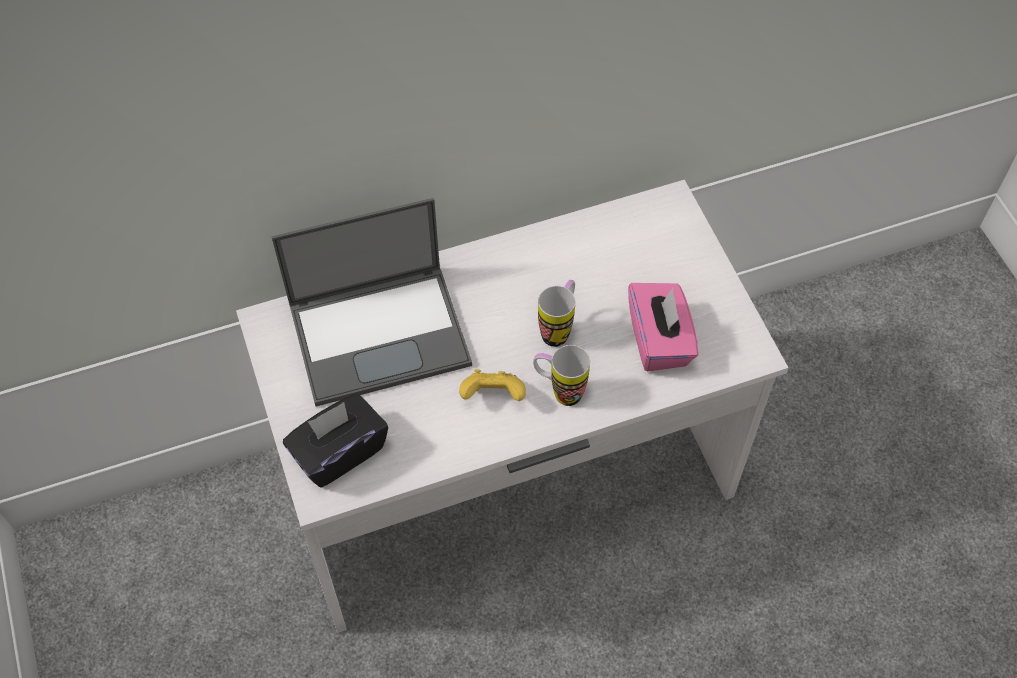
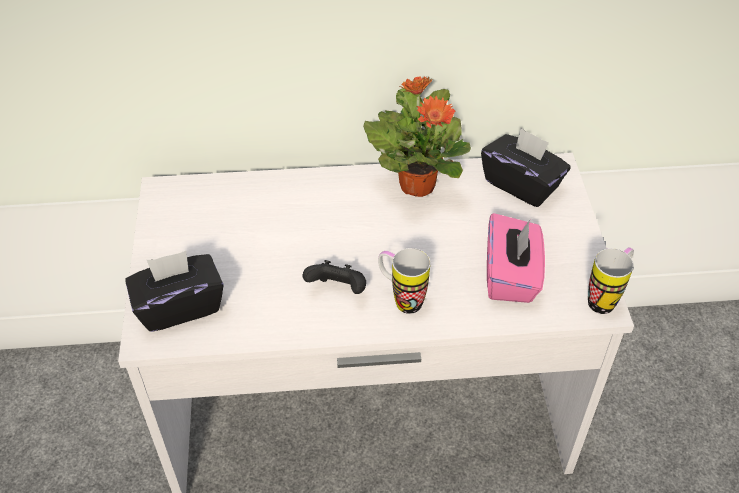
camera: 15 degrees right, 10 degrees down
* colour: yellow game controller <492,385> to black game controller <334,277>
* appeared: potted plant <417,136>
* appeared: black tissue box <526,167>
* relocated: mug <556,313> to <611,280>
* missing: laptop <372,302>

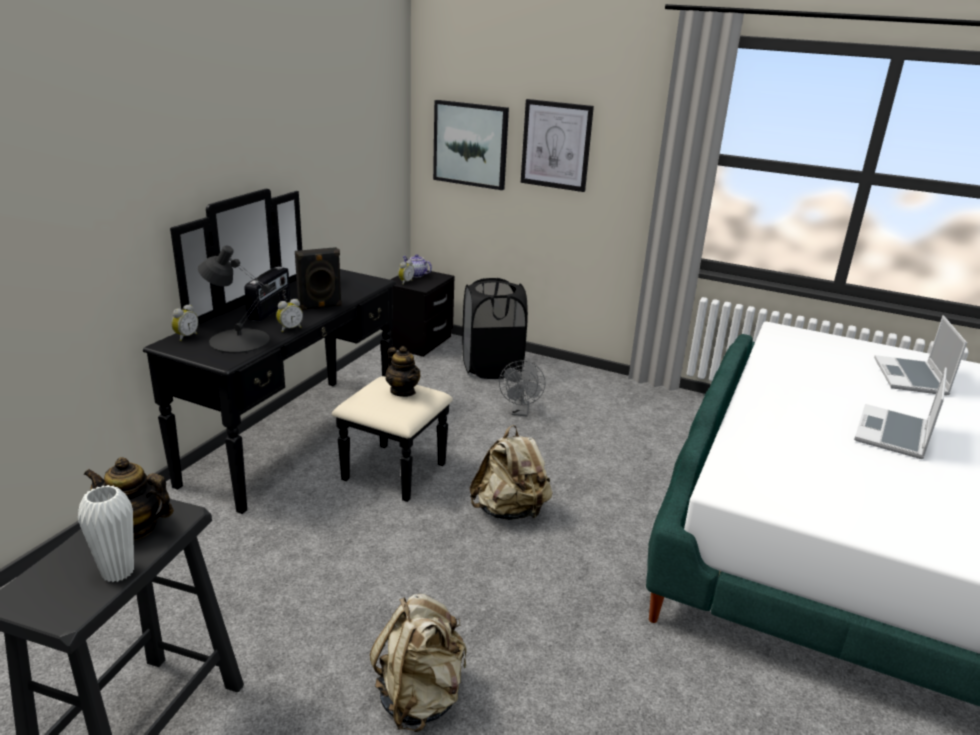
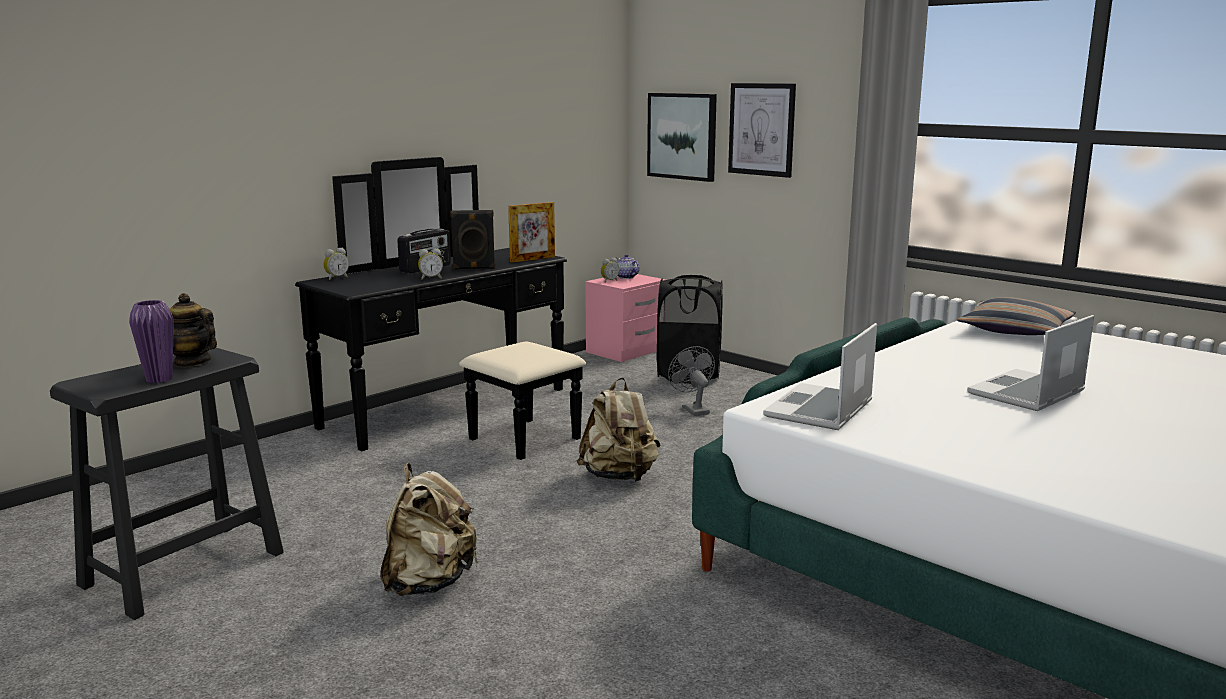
camera: 20 degrees right, 10 degrees down
* colour: white vase <106,534> to purple vase <151,341>
* appeared: picture frame <531,232>
* colour: black nightstand <422,313> to pink nightstand <625,318>
* spun: grey fan <522,388> = <691,381> 135 degrees clockwise
* relocated: laptop <920,355> to <820,376>
* appeared: pillow <1016,316>
* missing: black table lamp <234,299>
* missing: teapot <402,371>

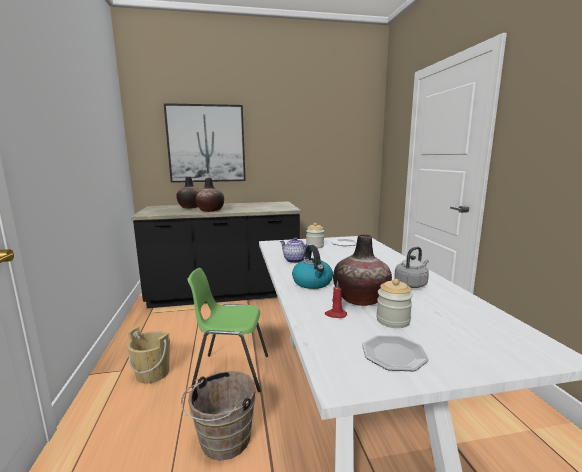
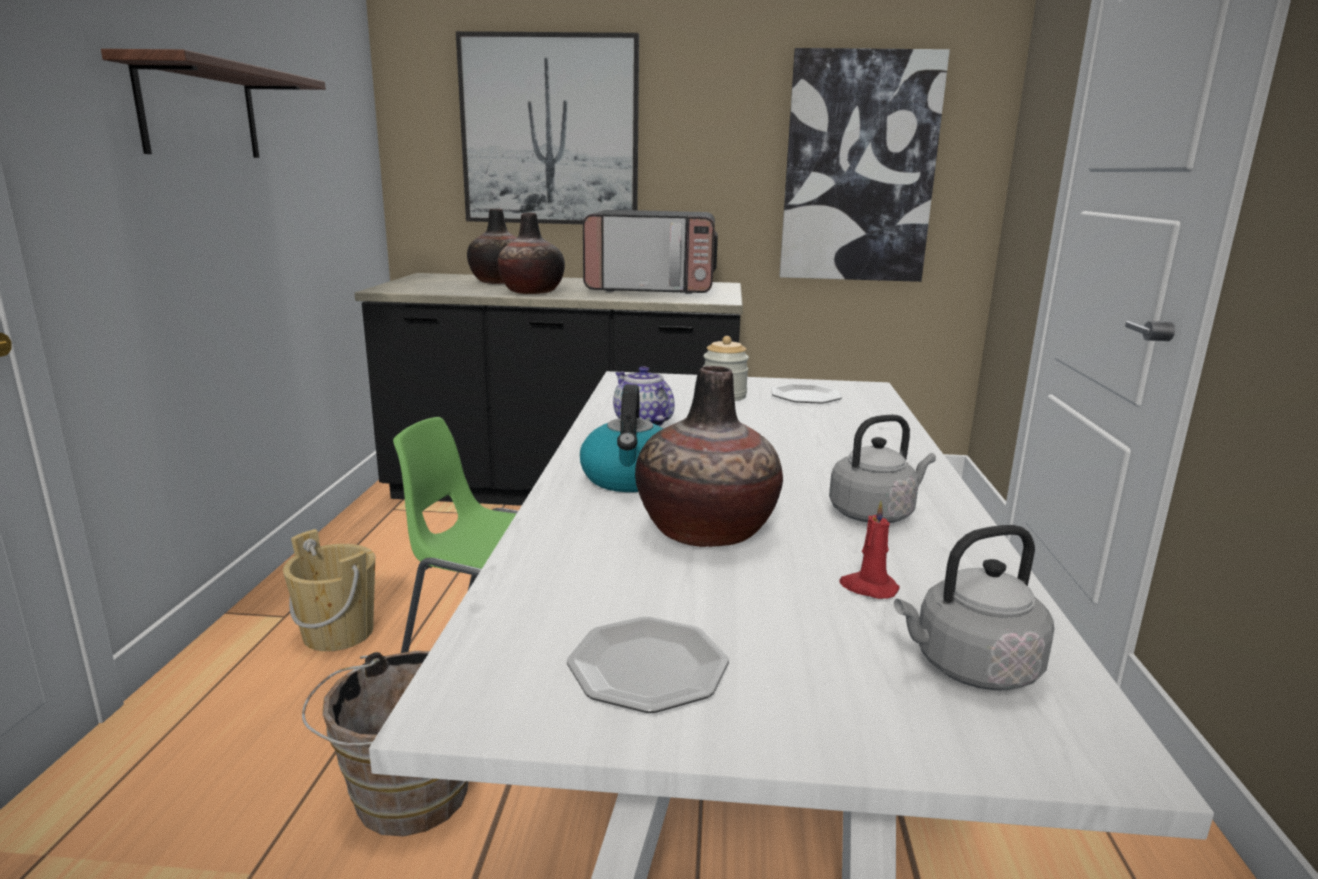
camera: 15 degrees right, 5 degrees up
* appeared: shelf <213,103>
* appeared: microwave <650,252>
* appeared: picture <864,165>
* relocated: red candle <336,299> to <869,549>
* appeared: grey kettle <974,607>
* missing: jar <394,303>

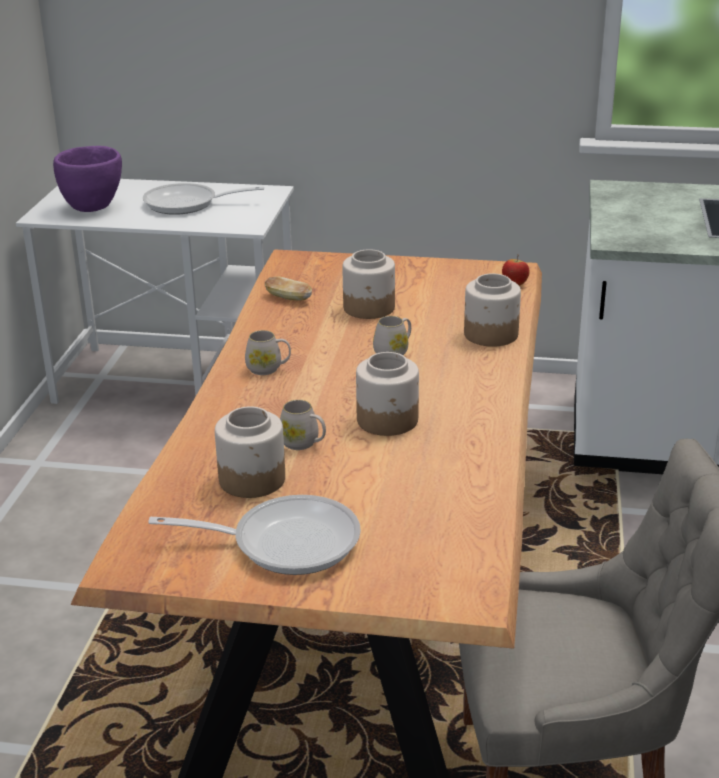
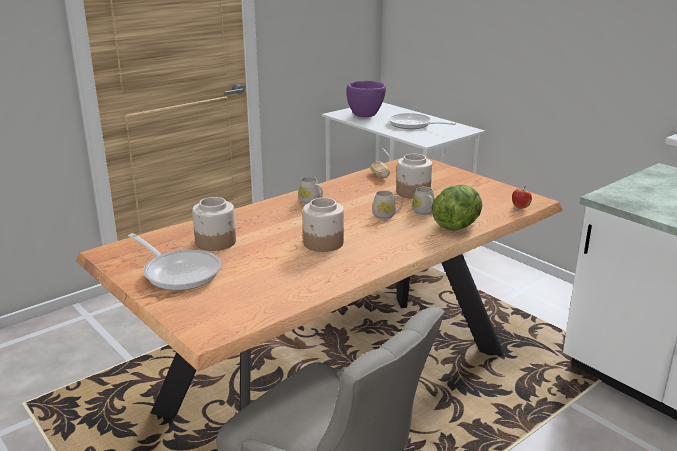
camera: 40 degrees right, 5 degrees down
* relocated: white mug <303,425> to <423,201>
* exchanged: jar <492,310> to lettuce <457,207>

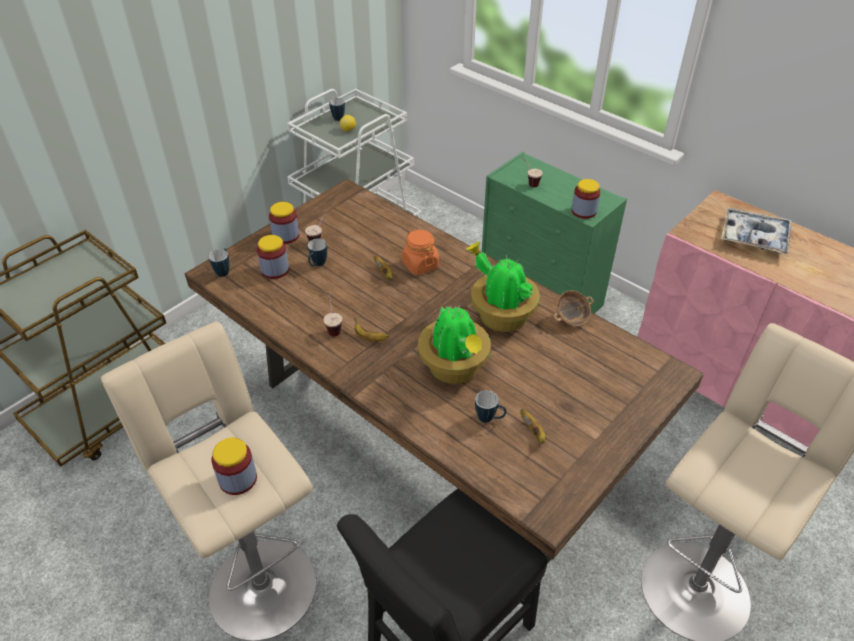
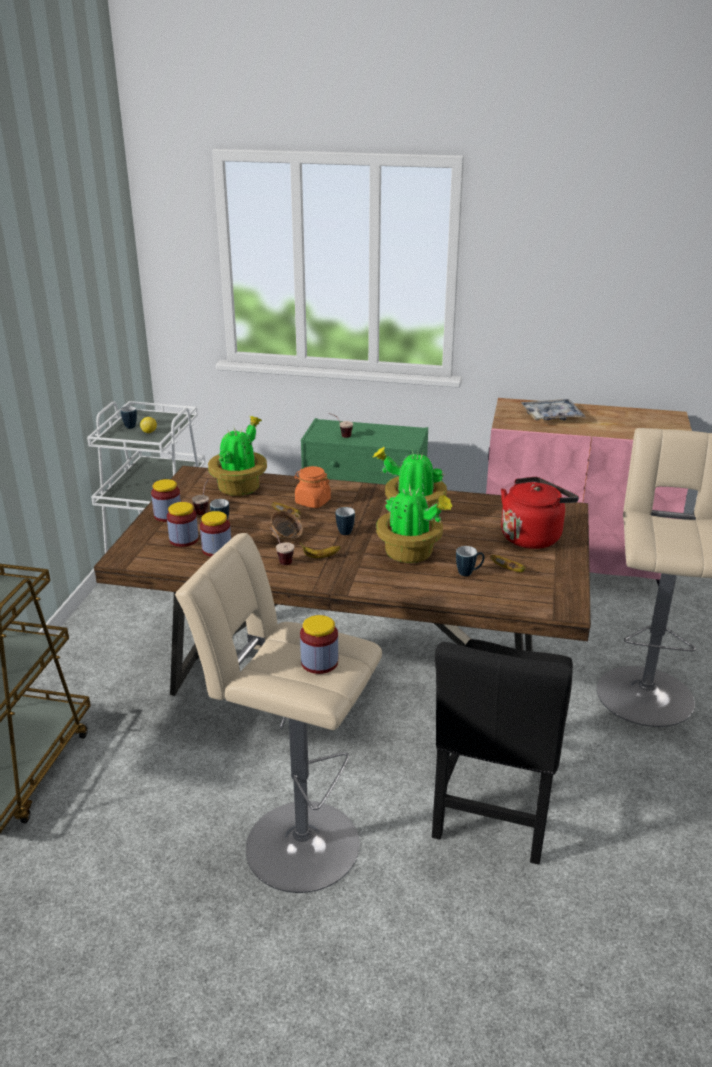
camera: 30 degrees left, 15 degrees down
* relocated: jar <586,199> to <215,534>
* appeared: potted plant <237,456>
* relocated: bowl <573,308> to <287,525>
* relocated: mug <218,262> to <345,521>
* appeared: red kettle <540,513>

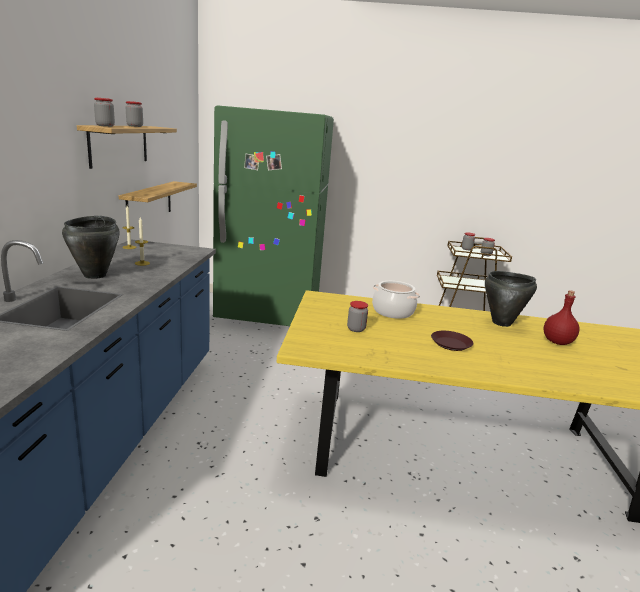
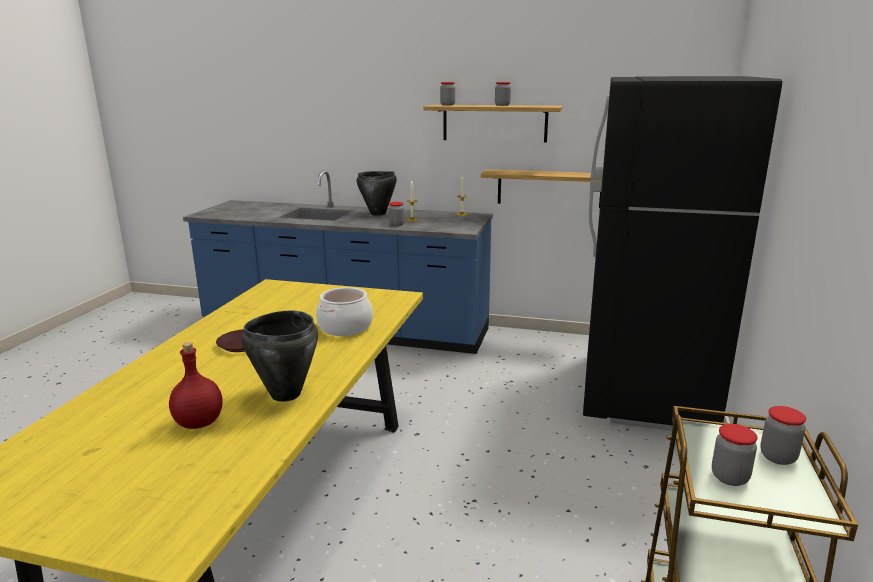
camera: 100 degrees right, 0 degrees up
* relocated: jar <357,316> to <396,214>
* colour: green fridge <273,215> to black fridge <682,253>

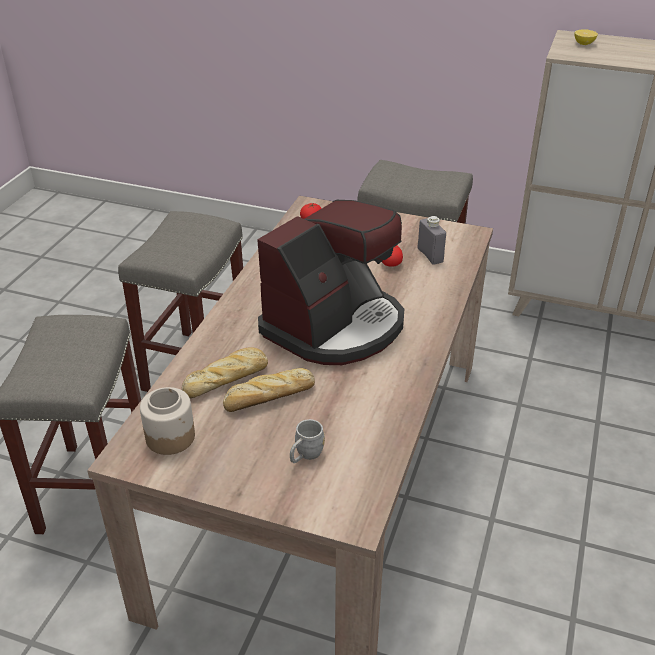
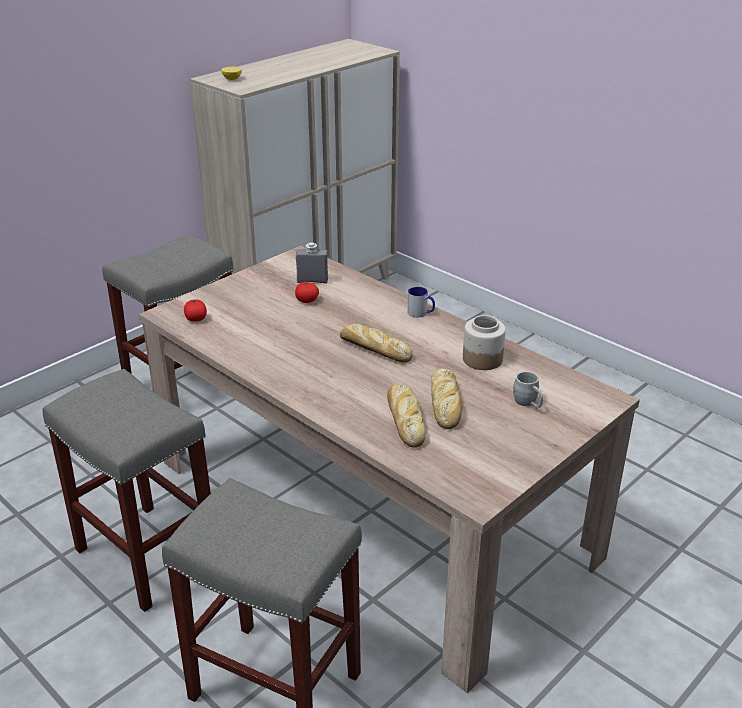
camera: 65 degrees left, 5 degrees down
* exchanged: coffee machine <330,282> to bread <376,343>
* appeared: mug <421,302>
* relocated: jar <167,421> to <484,342>

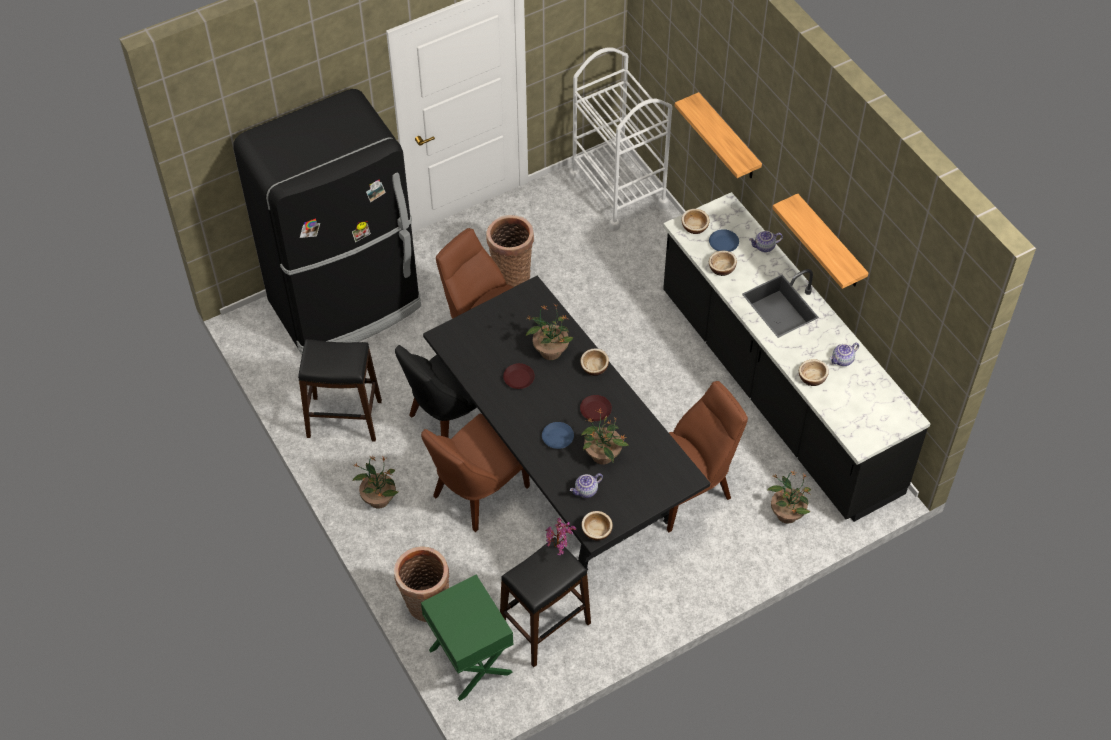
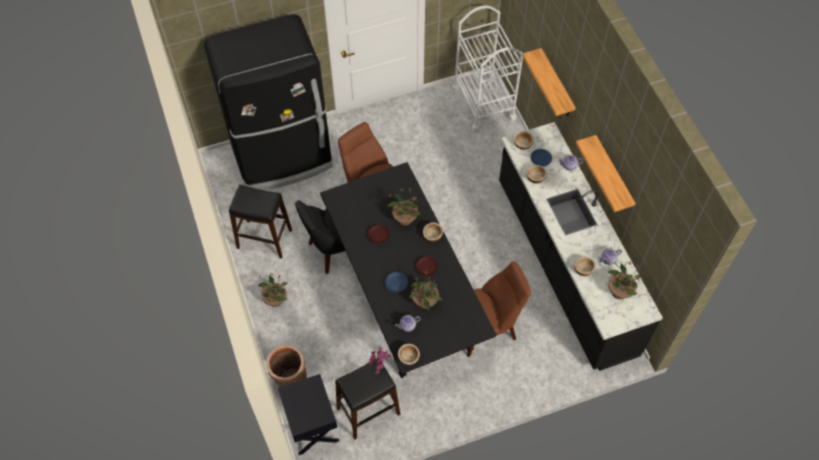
camera: 10 degrees right, 5 degrees up
* colour: green nightstand <467,638> to black nightstand <308,414>
* relocated: potted plant <789,497> to <624,280>
* missing: brown chair <475,473>
* missing: basket <510,251>

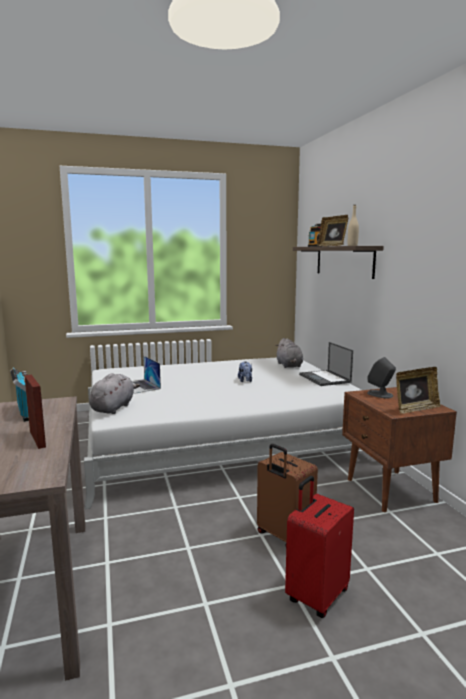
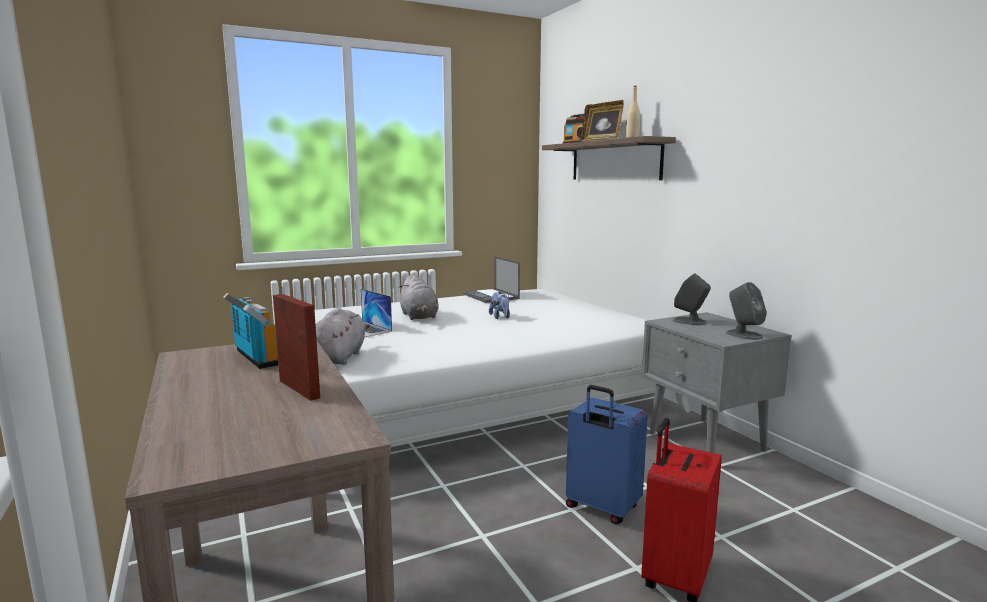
camera: 10 degrees left, 0 degrees up
* relocated: grey plush toy <289,353> to <419,297>
* relocated: laptop <326,364> to <491,280>
* colour: brown suitcase <287,495> to blue suitcase <607,454>
* colour: brown nightstand <399,449> to grey nightstand <717,382>
* exchanged: picture frame <418,390> to grey speaker <746,311>

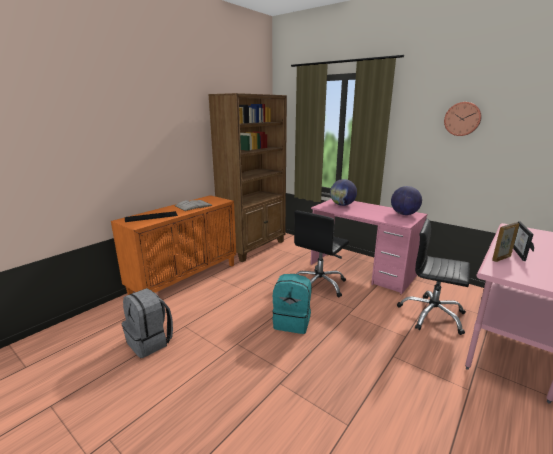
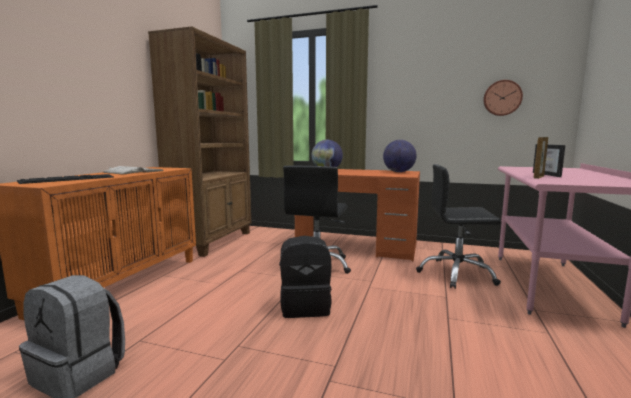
camera: 20 degrees left, 10 degrees down
* colour: turquoise backpack <292,304> to black backpack <306,277>
* colour: pink desk <369,247> to orange desk <357,215>
* relocated: wall clock <463,119> to <503,98>

